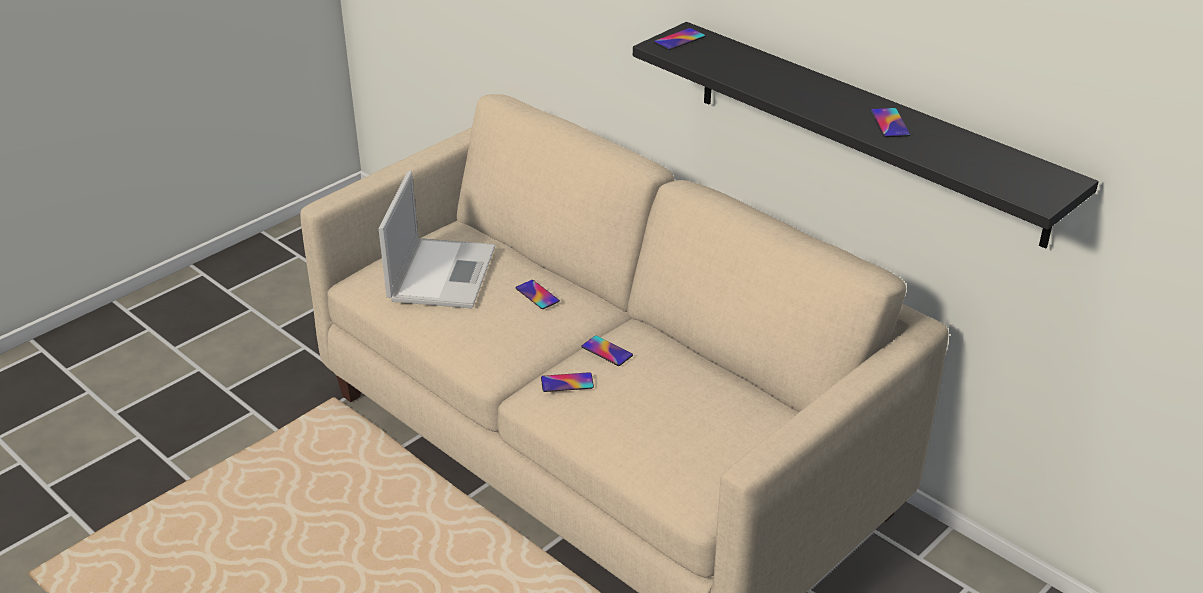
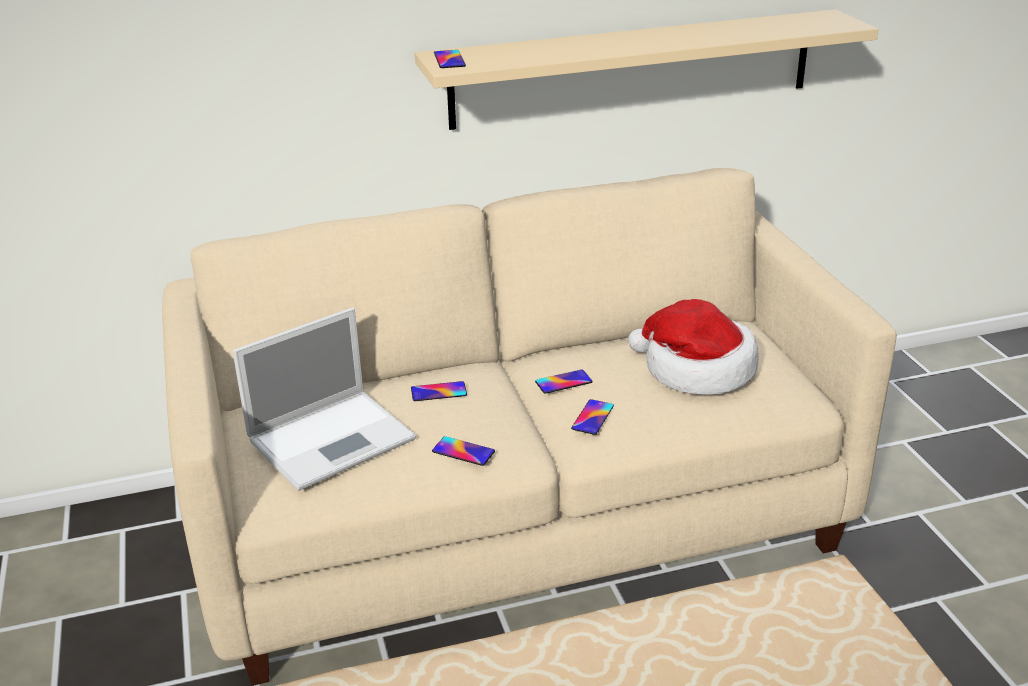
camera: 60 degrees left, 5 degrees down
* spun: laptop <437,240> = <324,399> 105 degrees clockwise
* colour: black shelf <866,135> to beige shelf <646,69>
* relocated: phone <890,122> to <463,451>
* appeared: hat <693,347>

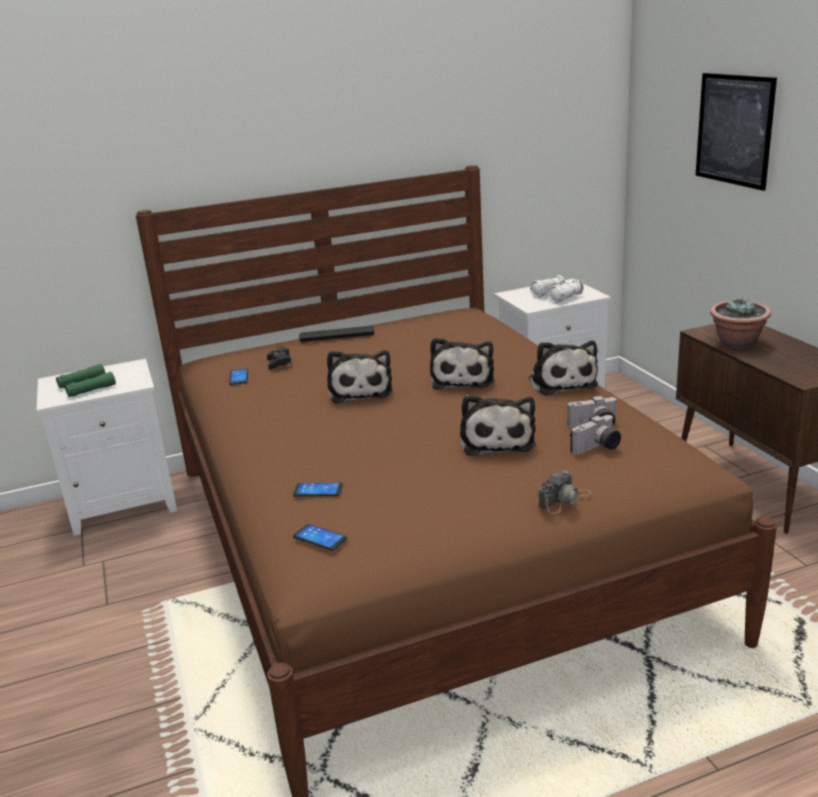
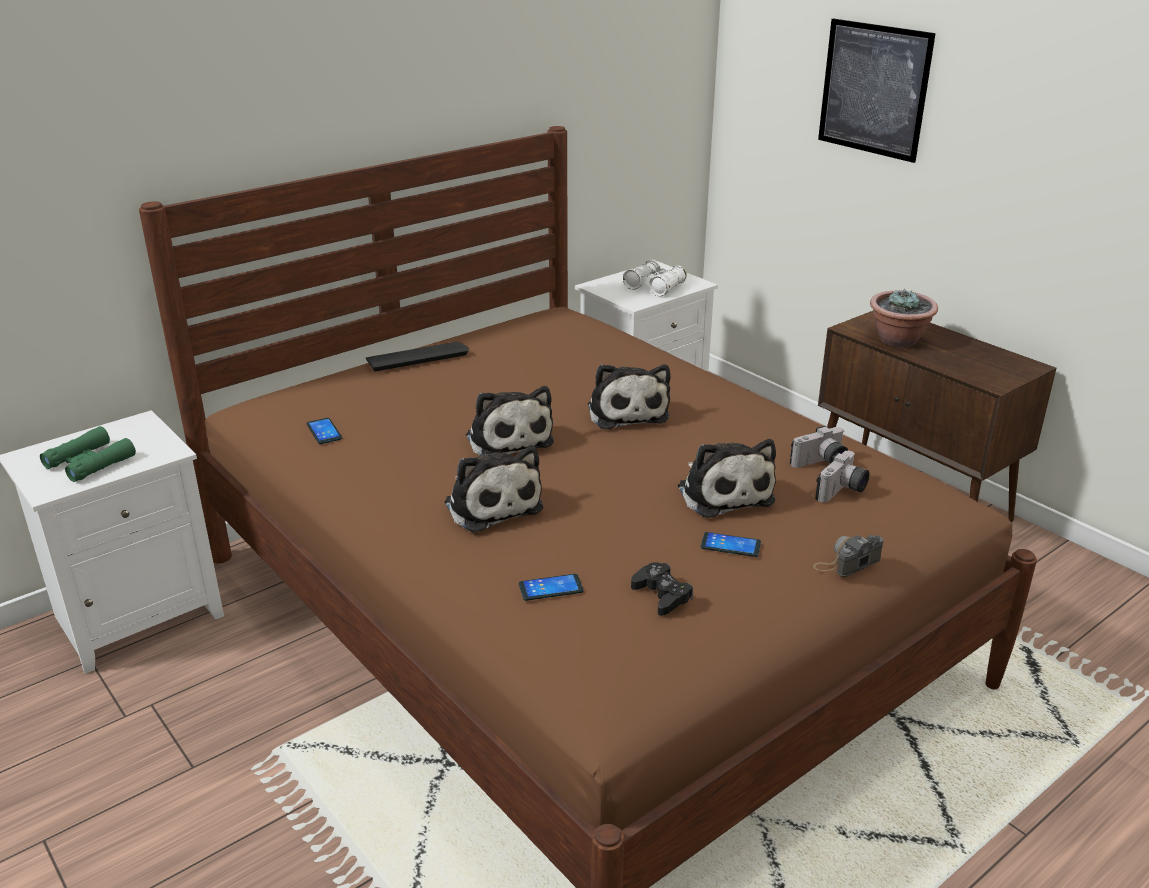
camera: 20 degrees left, 5 degrees up
* relocated: plush toy <563,367> to <493,489>
* relocated: black game controller <279,358> to <662,589>
* relocated: phone <320,537> to <731,544>
* spun: photo camera <565,492> = <848,556> 150 degrees counterclockwise

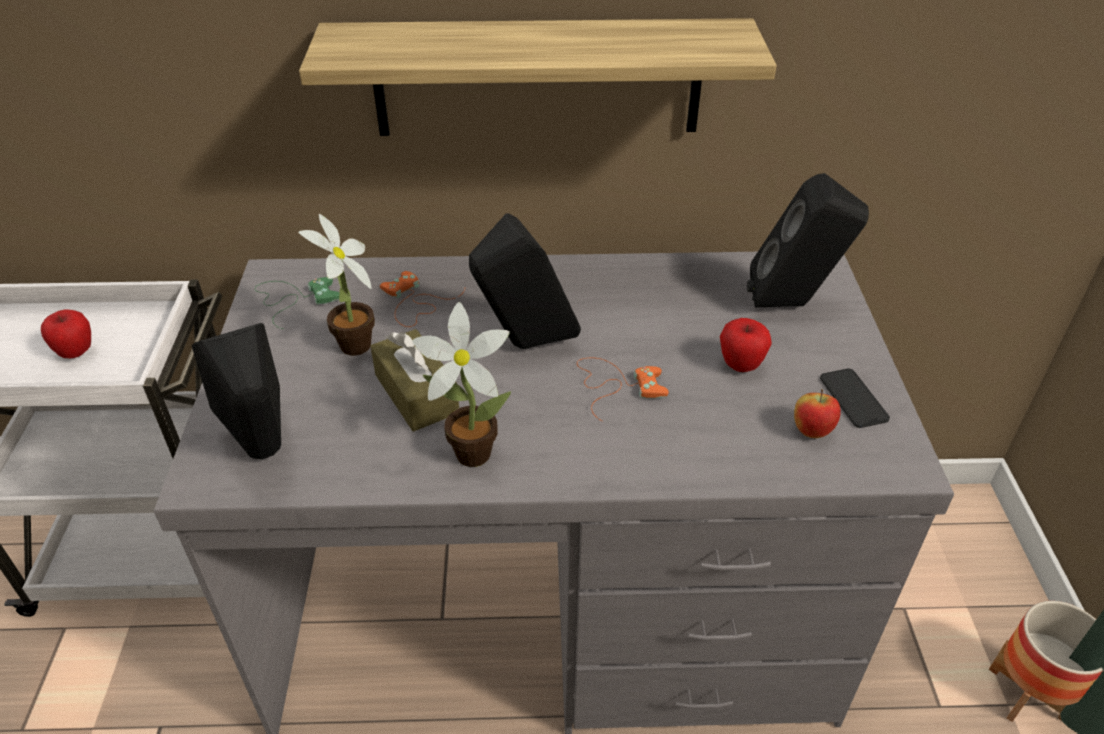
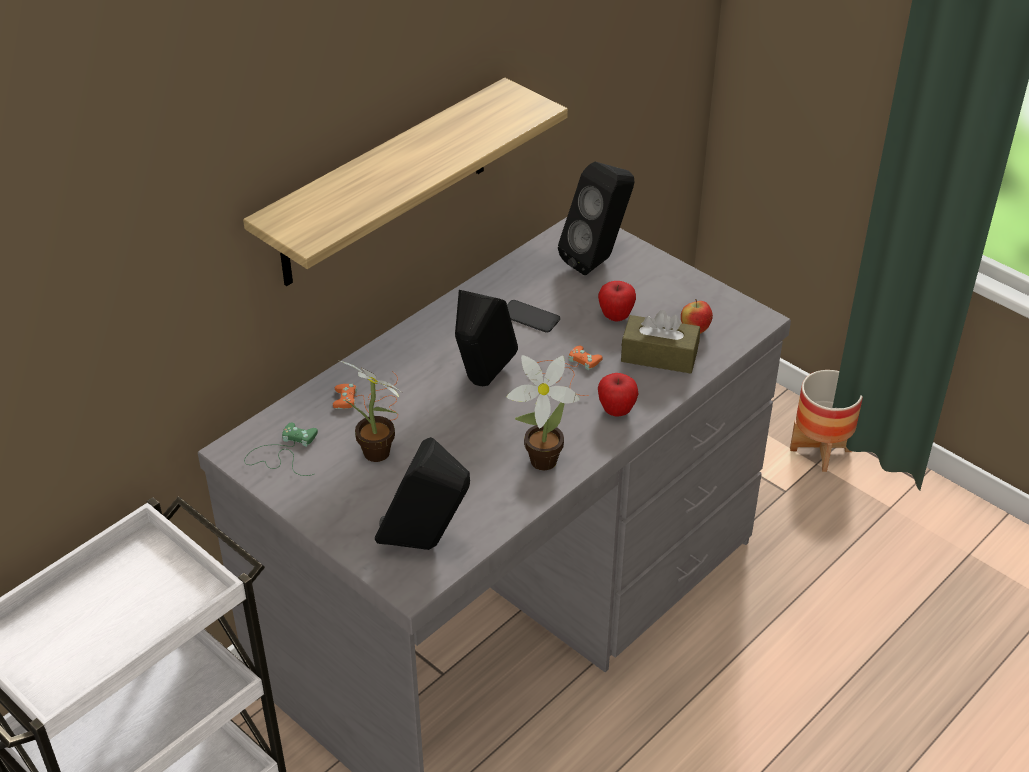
camera: 45 degrees left, 0 degrees up
* relocated: phone <855,398> to <533,316>
* relocated: apple <66,333> to <618,395>
* relocated: brown tissue box <414,380> to <660,342>

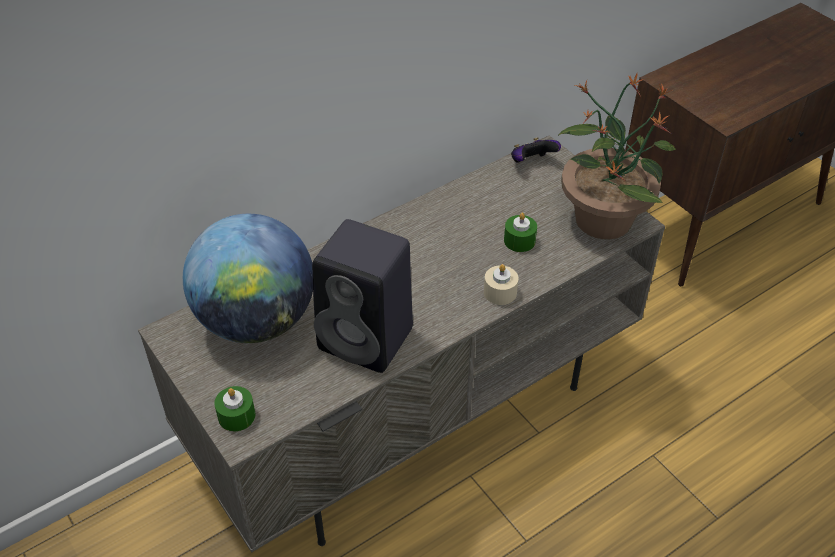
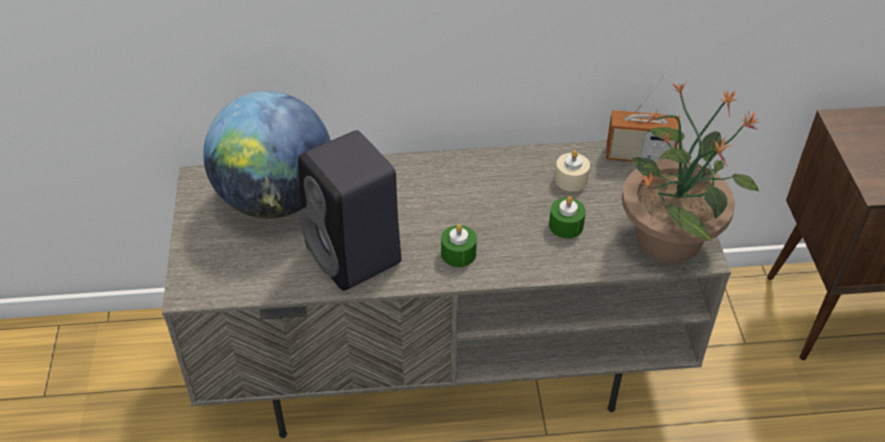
camera: 30 degrees right, 0 degrees up
* relocated: green candle <234,408> to <459,245>
* relocated: beige candle <501,284> to <572,171>
* exchanged: game controller <536,150> to radio <643,116>

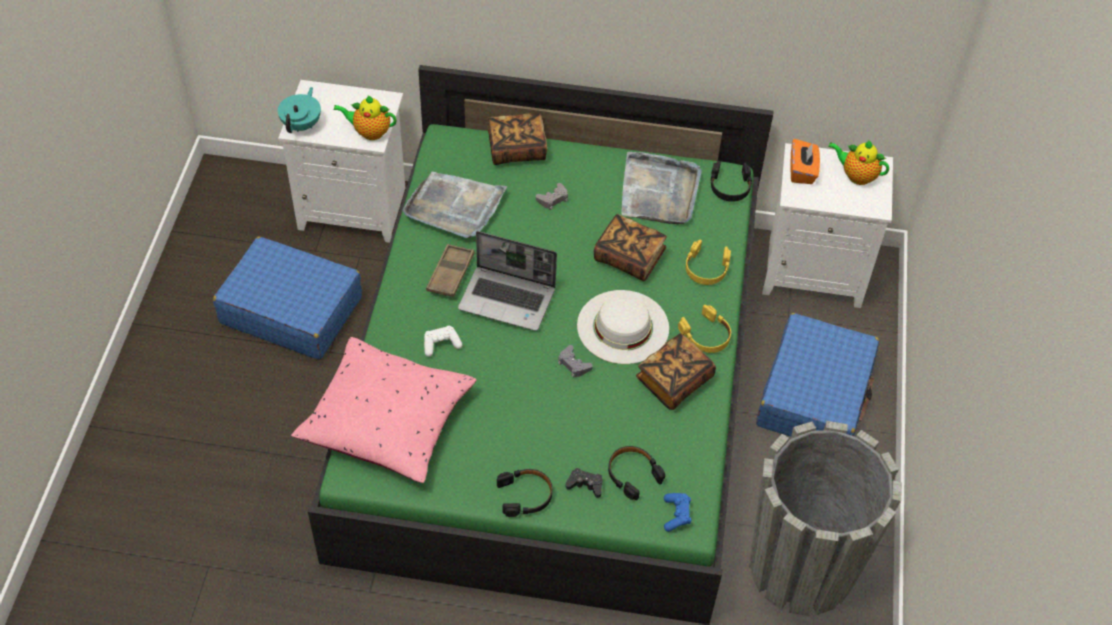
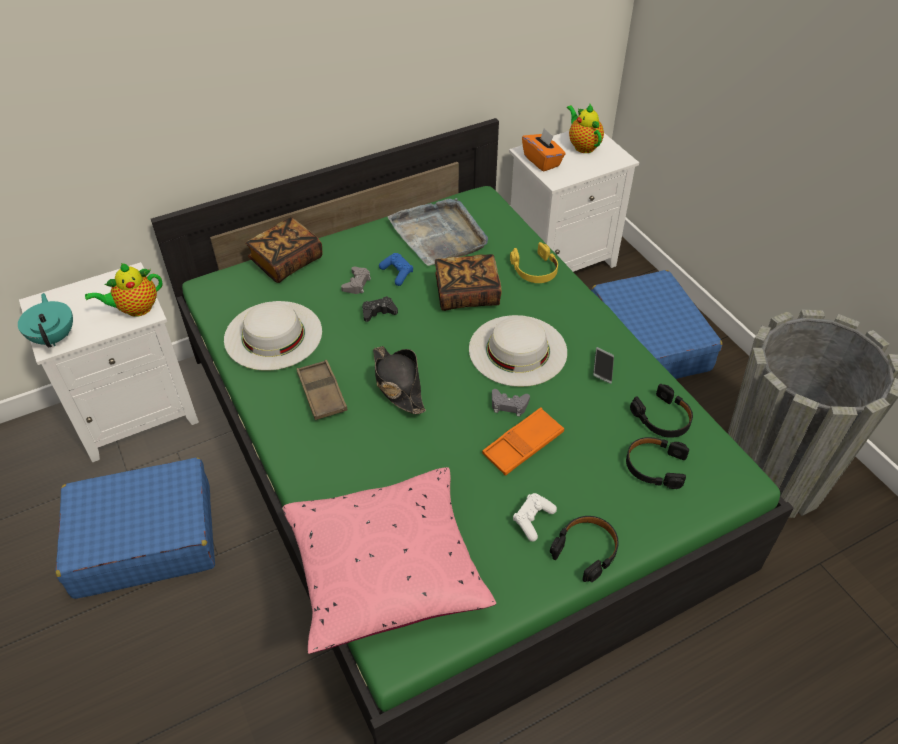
camera: 35 degrees left, 5 degrees down
* exchanged: grey tray <454,205> to white hat <273,336>
* relocated: black game controller <584,483> to <380,309>
* exchanged: laptop <507,281> to black hat <399,380>
* relocated: blue game controller <677,512> to <396,269>
* appeared: orange tray <523,441>
* relocated: white game controller <443,341> to <535,517>
* spun: teapot <858,163> = <585,128> 75 degrees clockwise
* exchanged: book <676,371> to phone <603,365>
* relocated: black headphones <731,181> to <661,411>
* missing: yellow headphones <704,329>

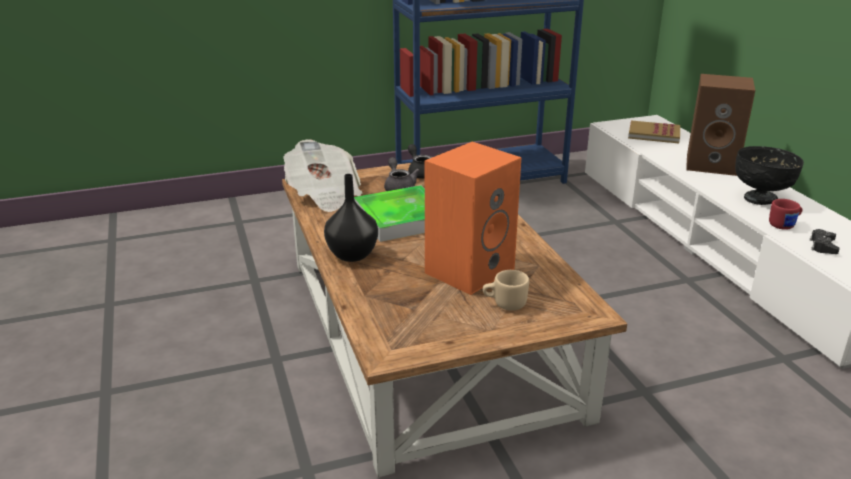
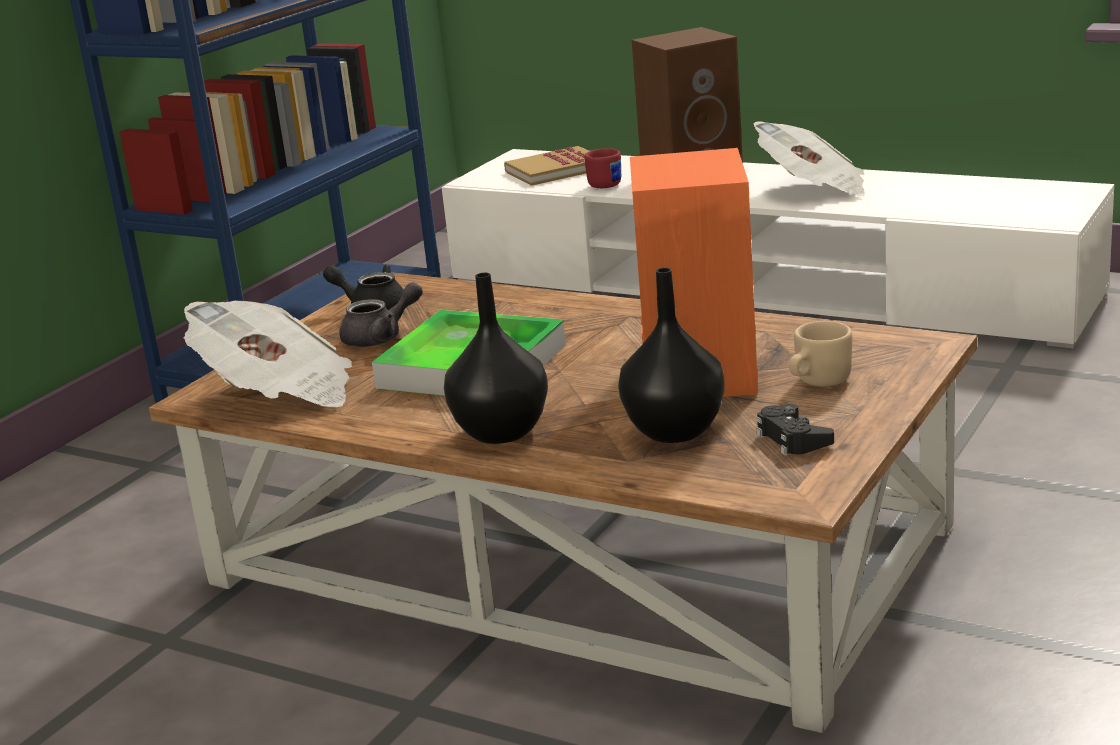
camera: 40 degrees left, 5 degrees down
* spun: grey teapot <402,174> = <381,314> 120 degrees clockwise
* relocated: red mug <786,214> to <602,168>
* appeared: black vase <671,355>
* exchanged: black bowl <769,175> to newspaper <809,158>
* relocated: black game controller <825,241> to <795,430>

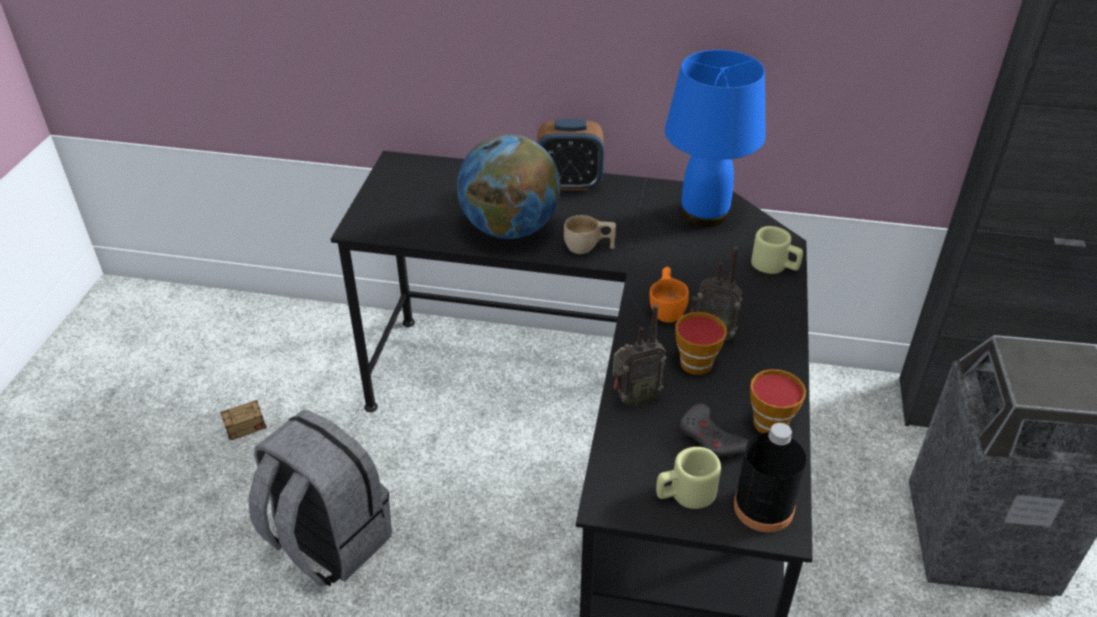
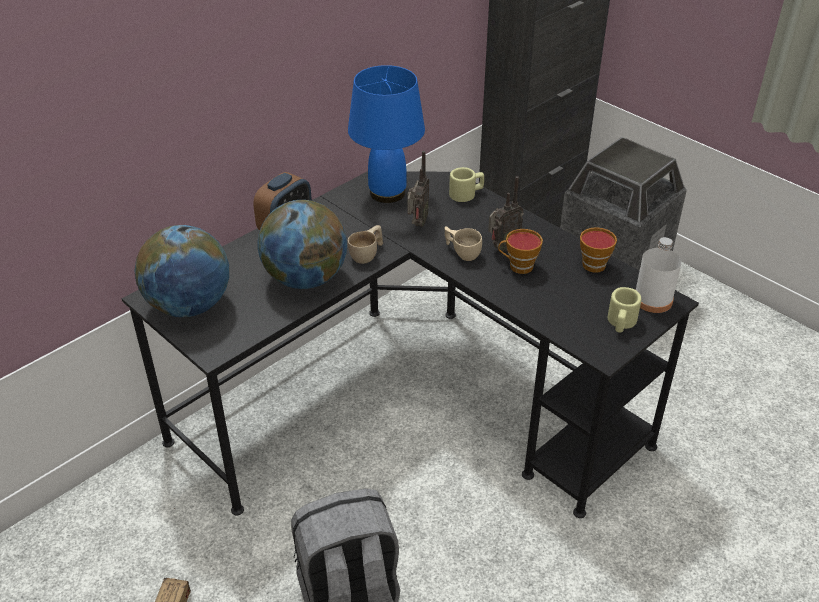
camera: 55 degrees left, 0 degrees up
* appeared: globe <182,271>
* relocated: radio <639,355> to <418,189>
* colour: orange cup <669,295> to beige cup <463,243>
* colour: black bottle <770,477> to white bottle <658,275>
* missing: grey game controller <714,430>

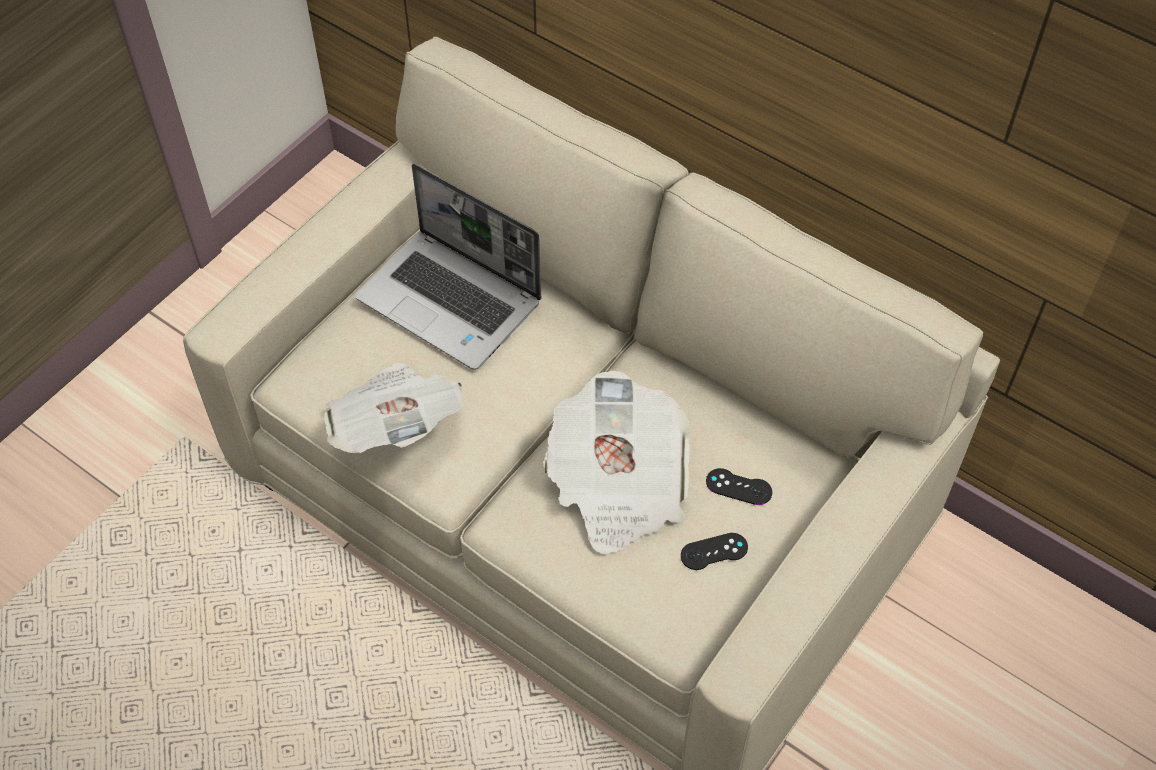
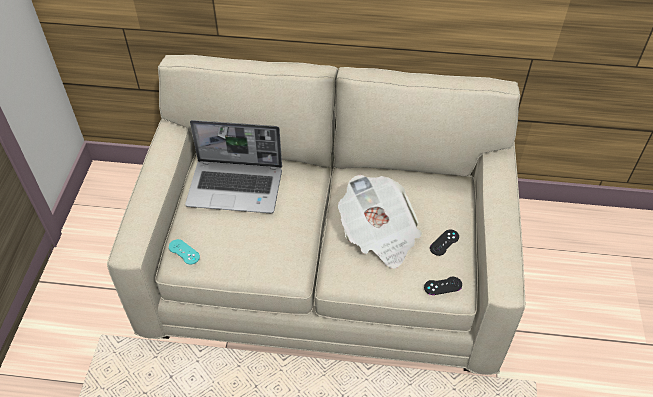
camera: 30 degrees left, 5 degrees down
* appeared: turquoise game controller <184,251>
* relocated: black game controller <739,486> to <443,286>
* missing: newspaper <393,408>

